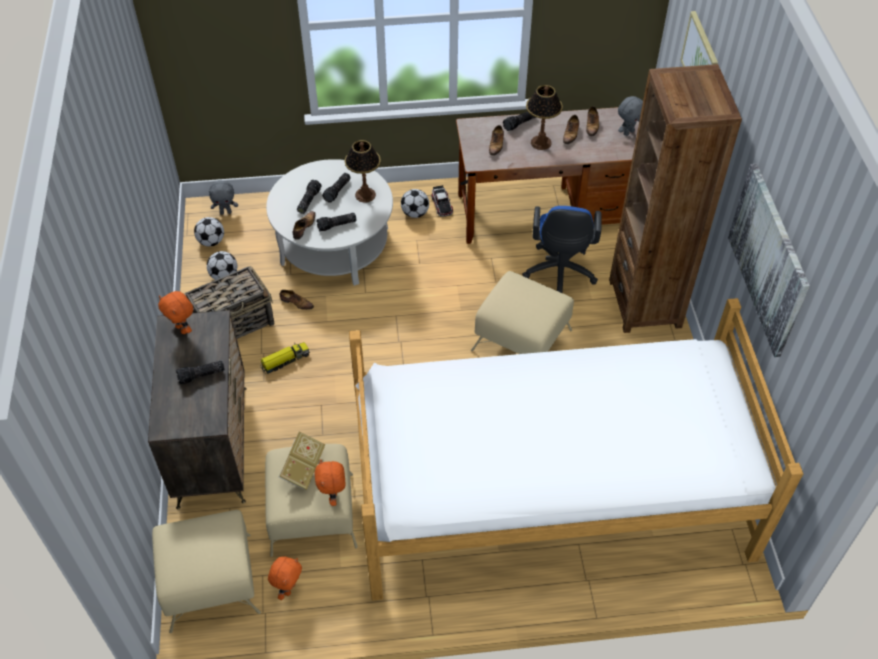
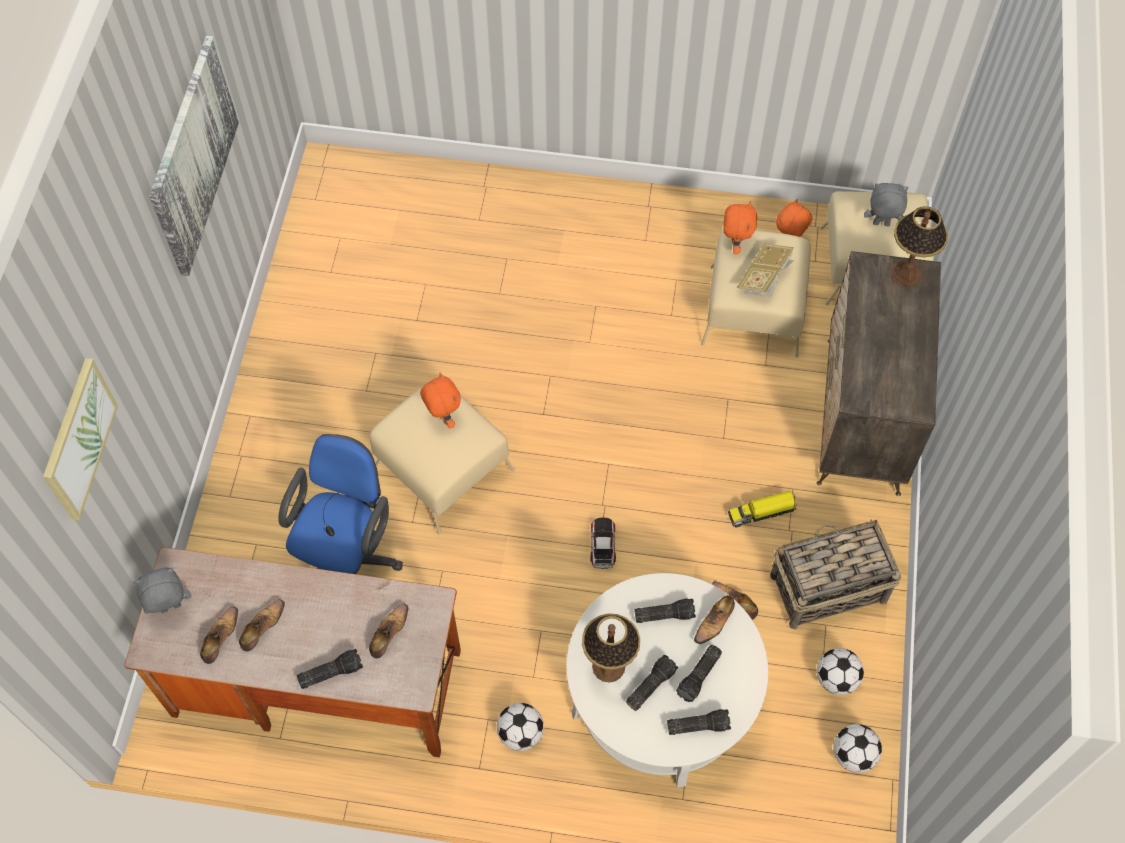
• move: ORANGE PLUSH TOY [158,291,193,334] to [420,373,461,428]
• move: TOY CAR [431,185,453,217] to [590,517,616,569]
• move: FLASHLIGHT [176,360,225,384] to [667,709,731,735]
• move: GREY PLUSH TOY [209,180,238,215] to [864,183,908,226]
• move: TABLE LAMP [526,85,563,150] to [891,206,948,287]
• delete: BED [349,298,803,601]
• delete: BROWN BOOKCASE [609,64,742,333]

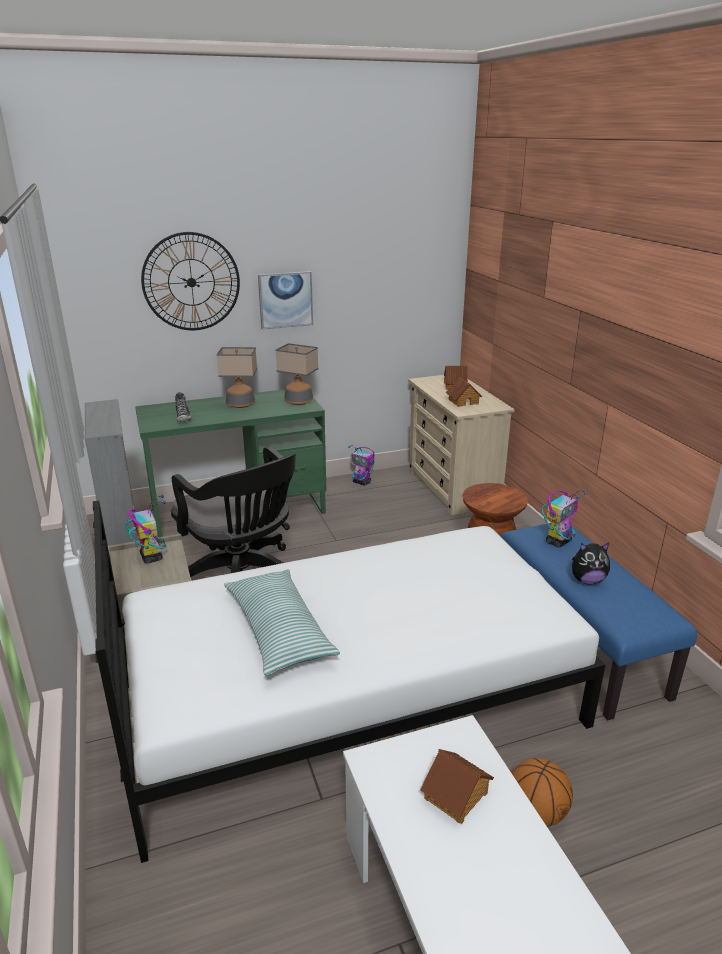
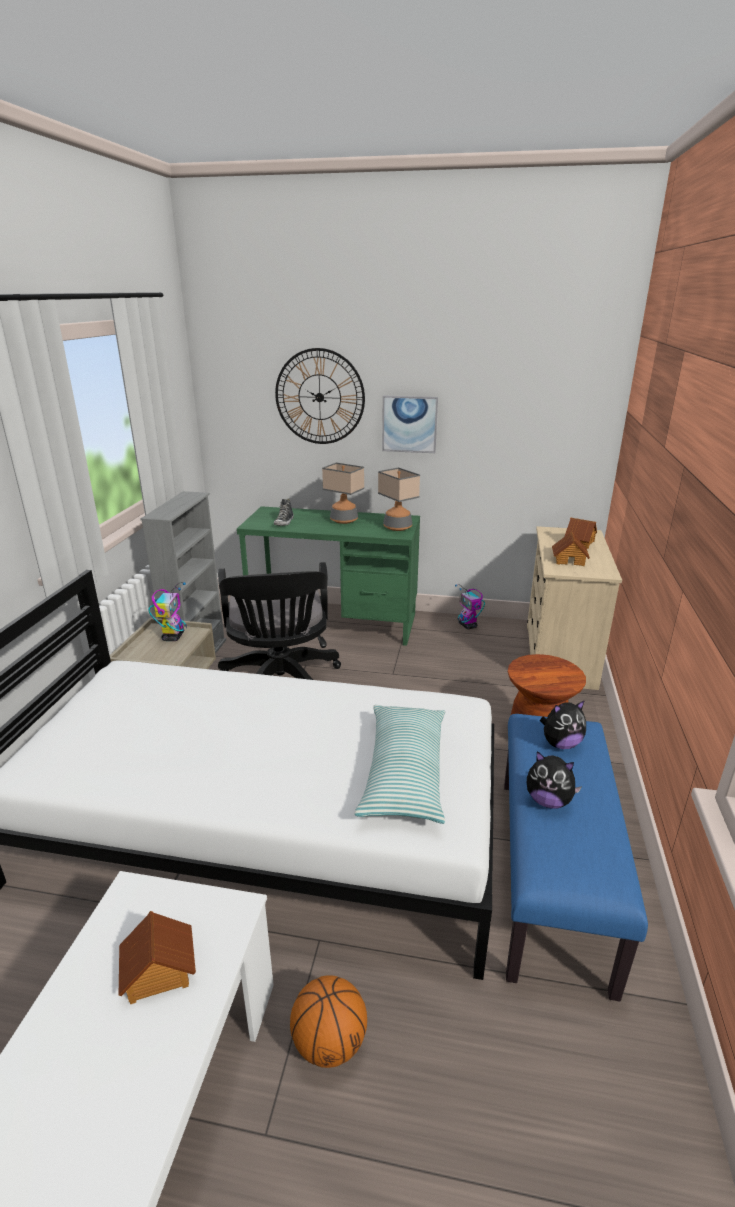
• move: PILLOW [224,569,340,675] to [355,705,445,824]
• replace: TOY ROBOT [542,491,587,547] to PLUSH TOY [540,700,586,749]

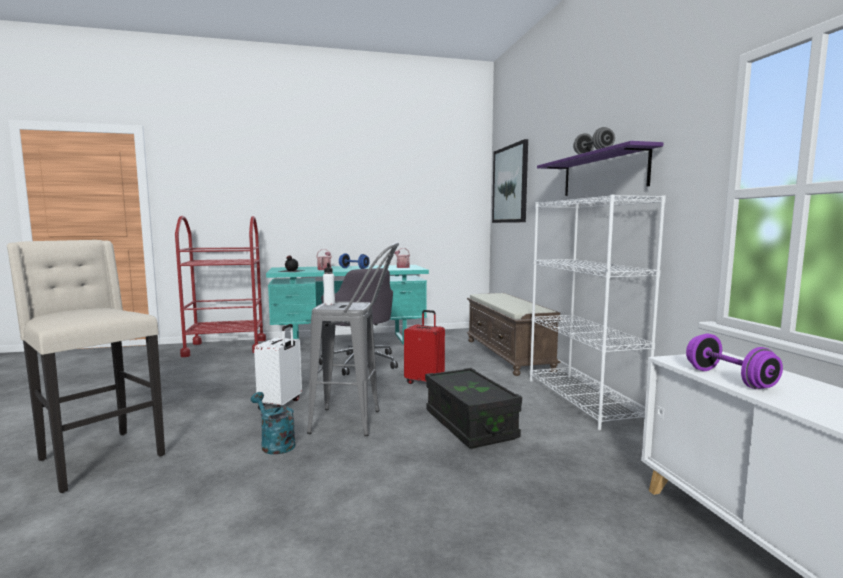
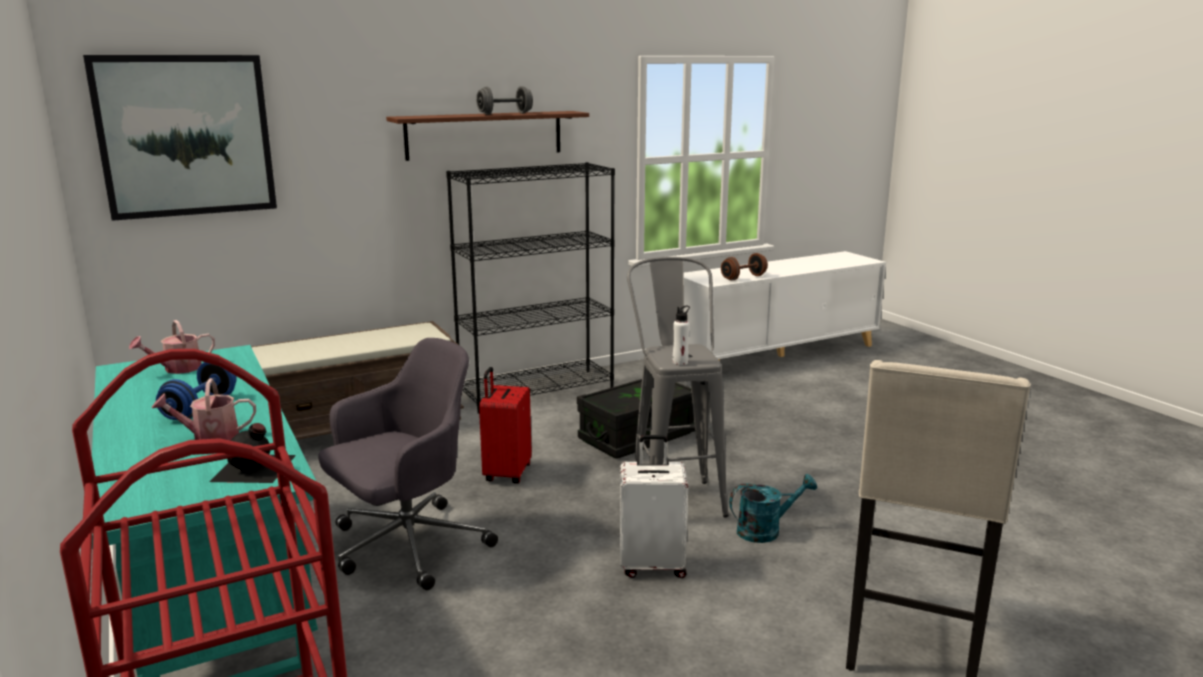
• recolor: PURPLE SHELF [537,141,663,196] to BROWN SHELF [386,111,589,161]
• recolor: WHITE BOOKCASE [530,195,666,430] to BLACK BOOKCASE [446,162,615,414]
• recolor: PURPLE DUMBBELL [686,334,783,389] to BROWN DUMBBELL [721,253,768,281]
• rotate: TURQUOISE WATERING CAN [251,392,296,454] = [729,474,817,543] 135 degrees counterclockwise

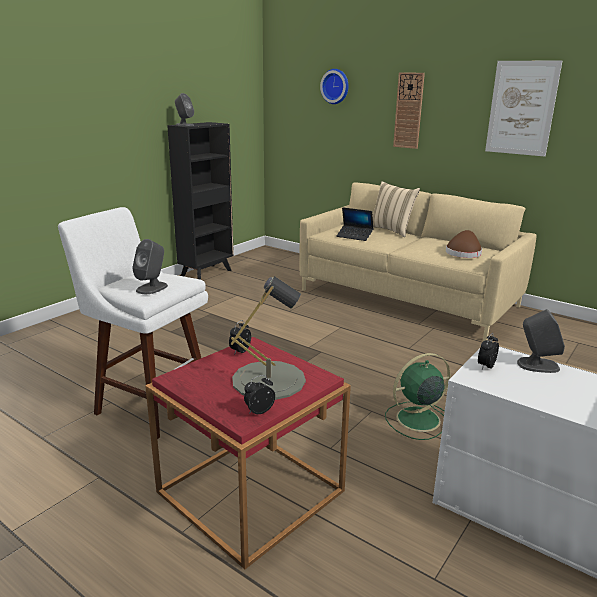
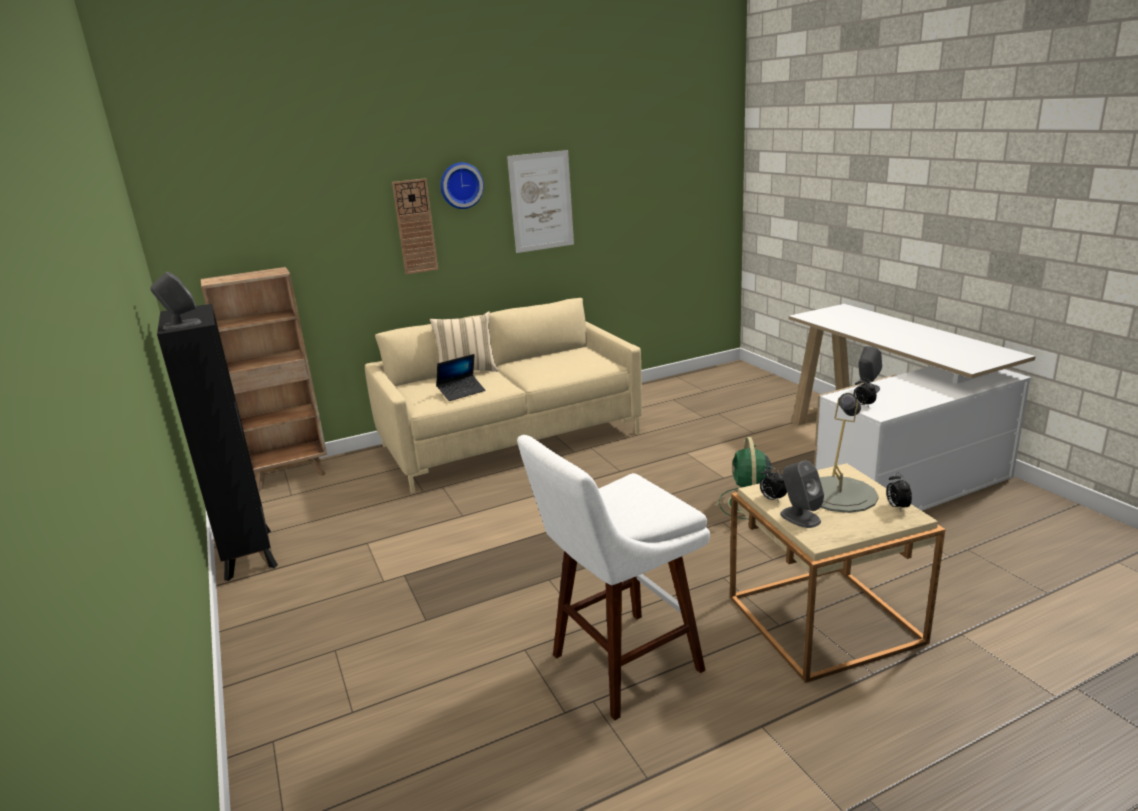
• insert: BROWN BOOKCASE [201,267,327,491]
• move: WALL CLOCK [320,69,349,104] to [440,162,484,209]
• recolor: RED SIDE TABLE [145,337,351,569] to BEIGE SIDE TABLE [730,463,945,683]
• move: GREY SPEAKER [132,239,168,294] to [780,461,824,528]
• delete: BROWN HAT [446,230,482,258]

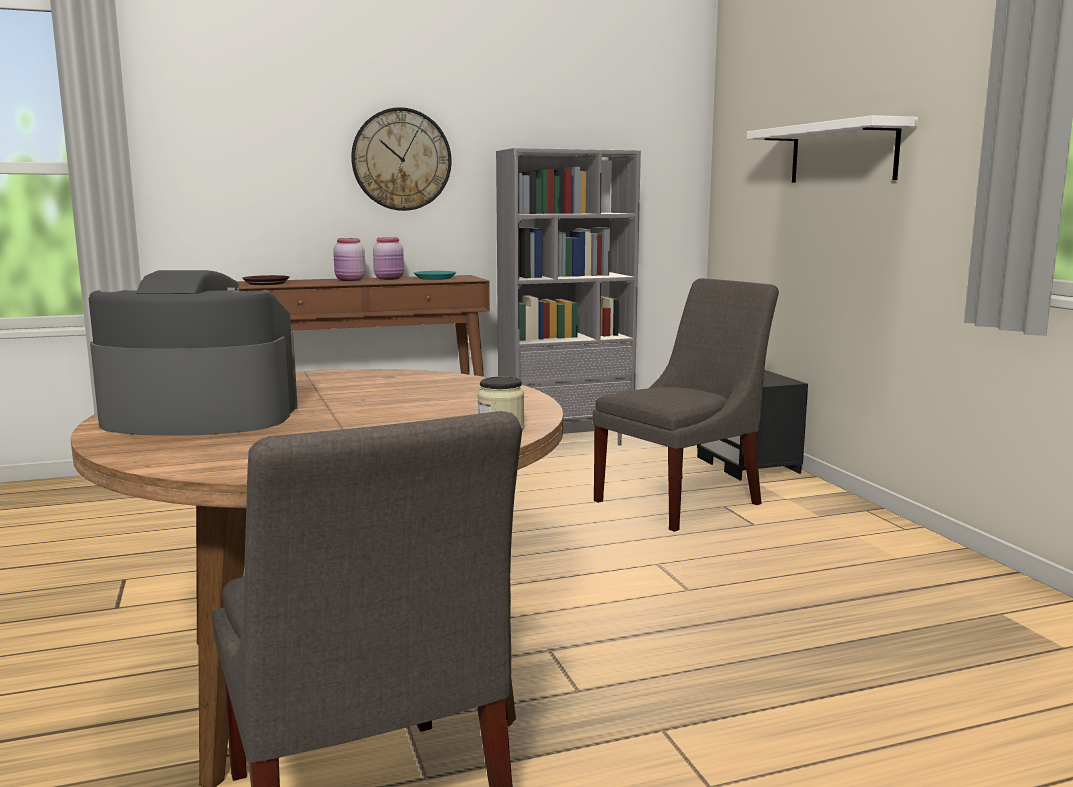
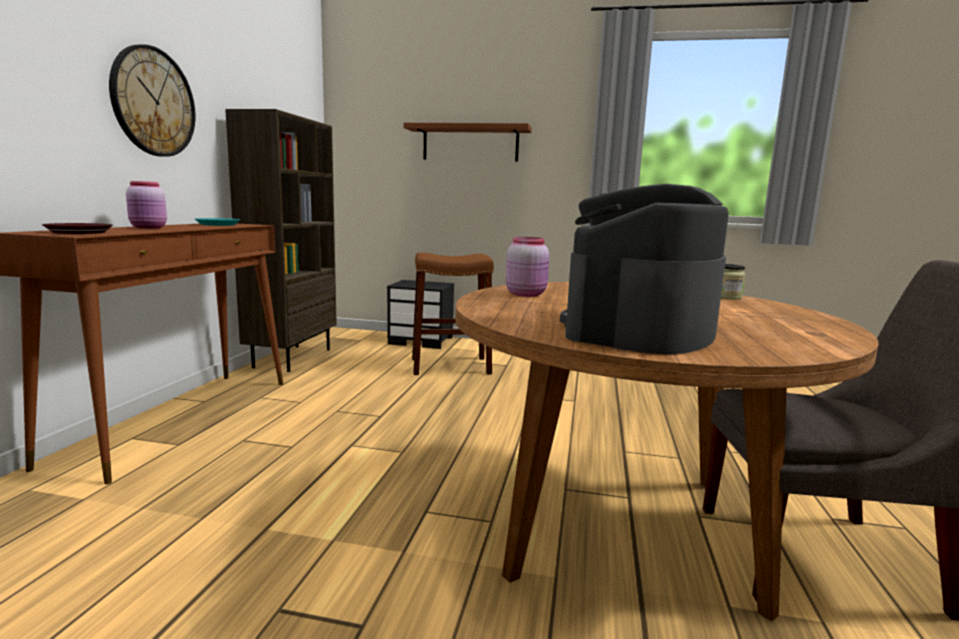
• recolor: GREY BOOKCASE [496,148,641,446] to BROWN BOOKCASE [225,109,337,372]
• recolor: WHITE SHELF [747,115,918,183] to BROWN SHELF [403,123,532,161]
• replace: GREY CHAIR [593,278,779,532] to BROWN STOOL [412,252,494,375]
• move: PINK JAR [373,237,404,280] to [506,237,549,297]

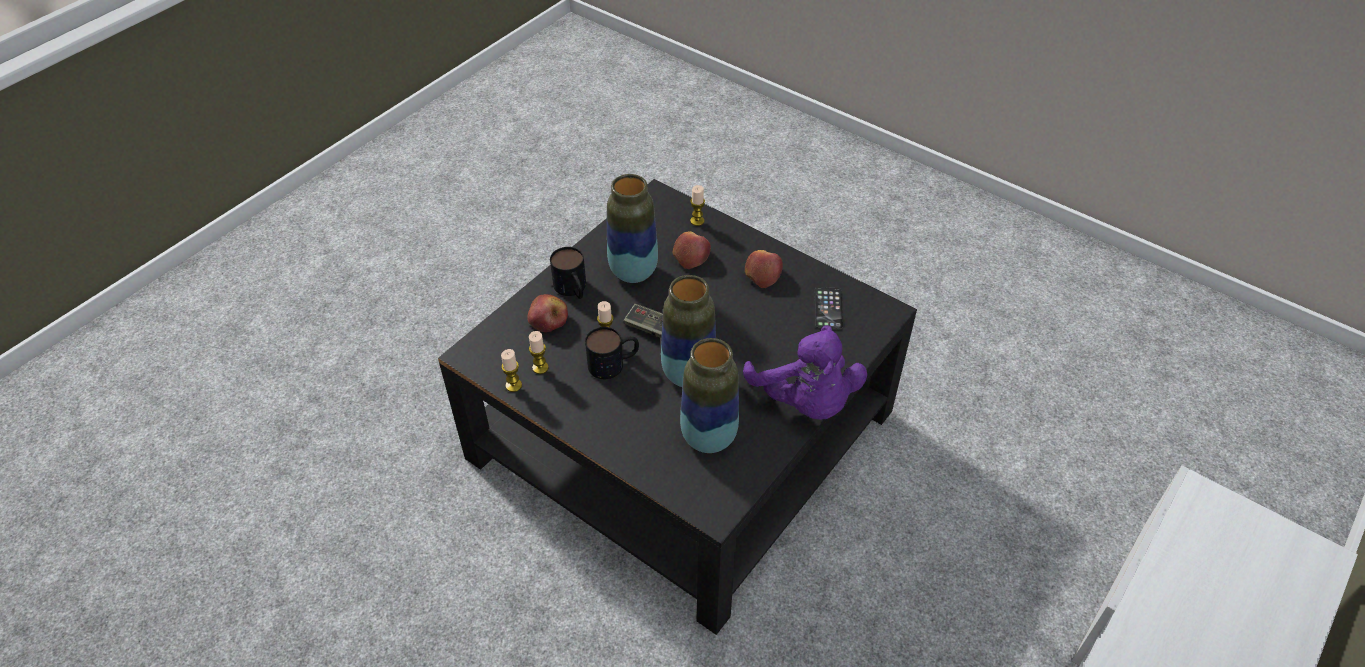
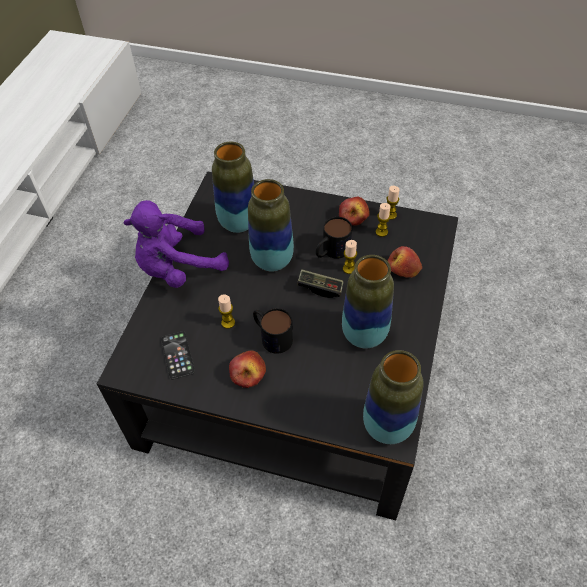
• rotate: PURPLE PLUSH TOY [743,325,867,420] = [124,200,229,288] 75 degrees counterclockwise
• move: CANDLE [690,185,705,226] to [218,294,235,329]
• move: MUG [550,247,586,299] to [253,308,293,354]
• move: APPLE [673,231,711,269] to [339,197,370,226]
• insert: VASE [363,350,423,444]

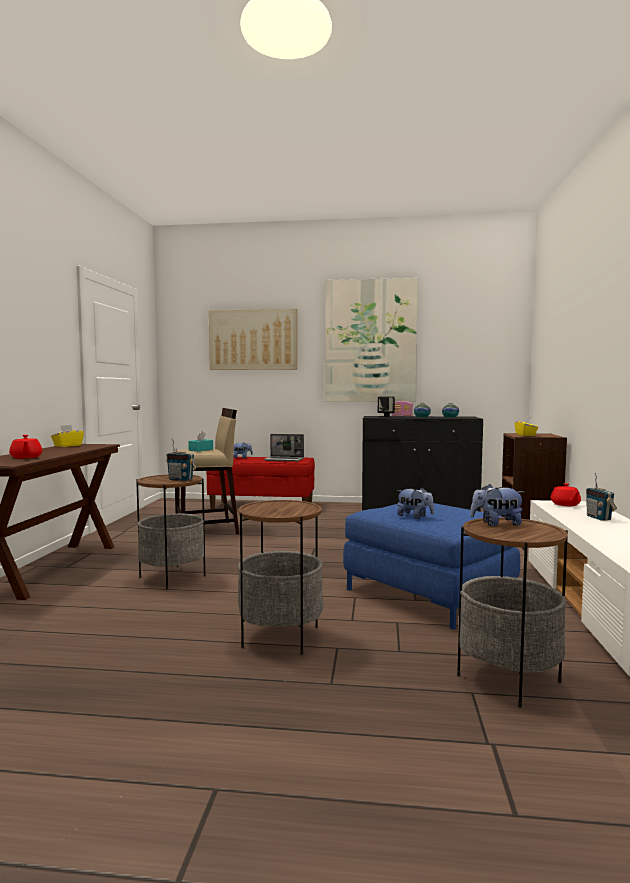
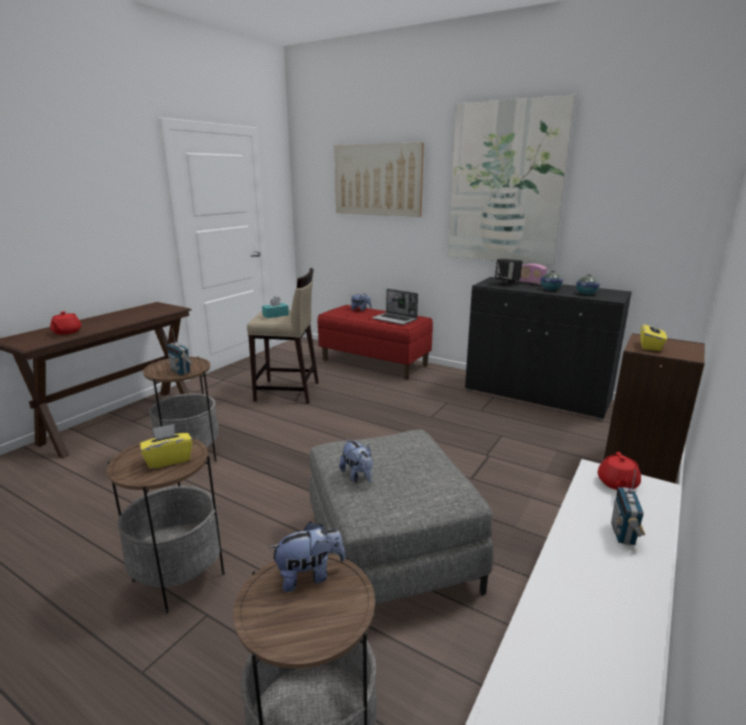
• move: YELLOW TISSUE BOX [51,425,84,447] to [140,424,192,469]
• rotate: PLUSH TOY [470,484,524,526] = [269,521,345,592] 135 degrees clockwise
• recolor: BLUE OTTOMAN [343,503,520,630] to GREY OTTOMAN [309,430,493,604]

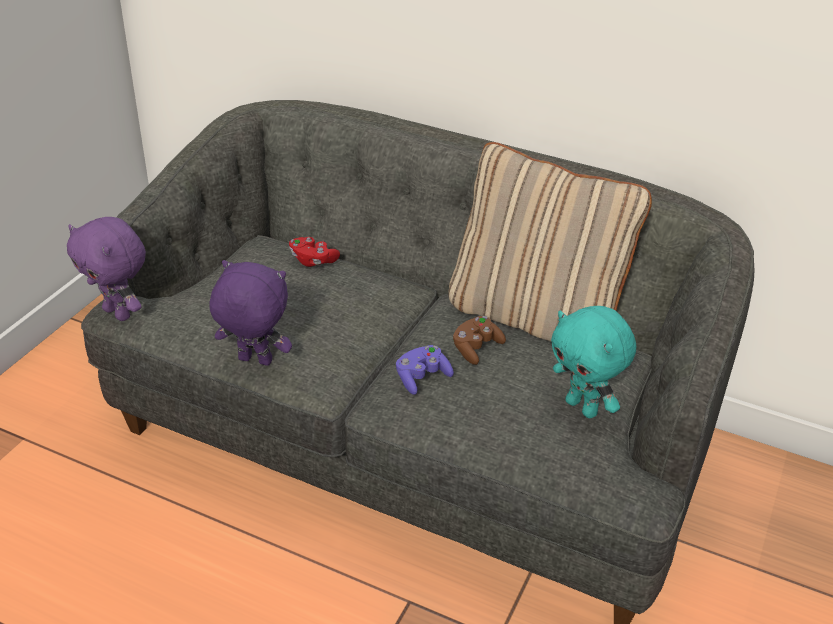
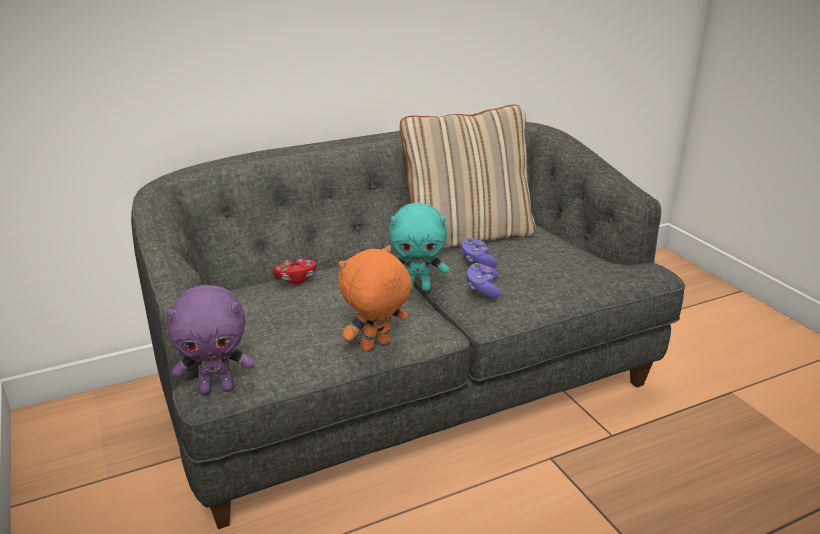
• recolor: PURPLE PLUSH TOY [209,260,292,366] to ORANGE PLUSH TOY [338,245,412,352]
• move: TURQUOISE PLUSH TOY [551,306,636,418] to [388,203,450,291]
• recolor: BROWN GAME CONTROLLER [453,316,506,365] to PURPLE GAME CONTROLLER [461,238,497,268]

